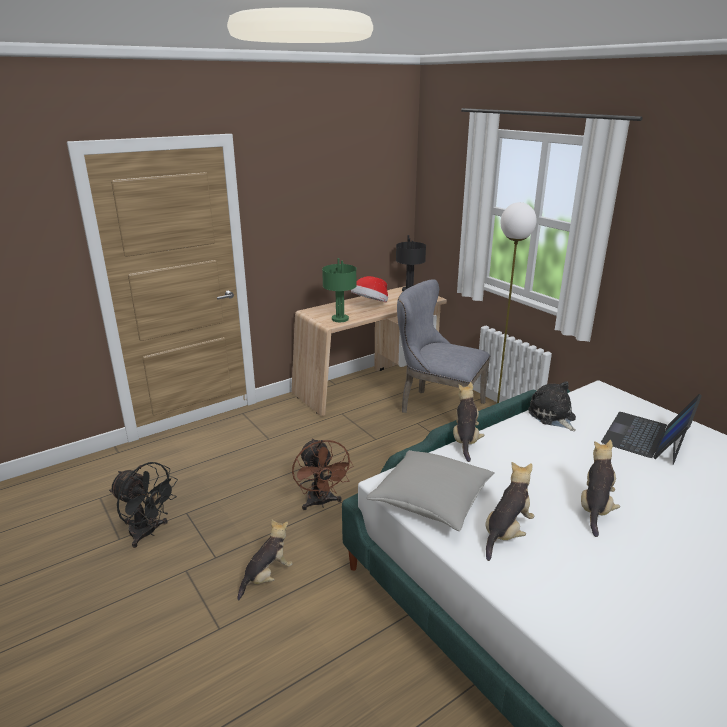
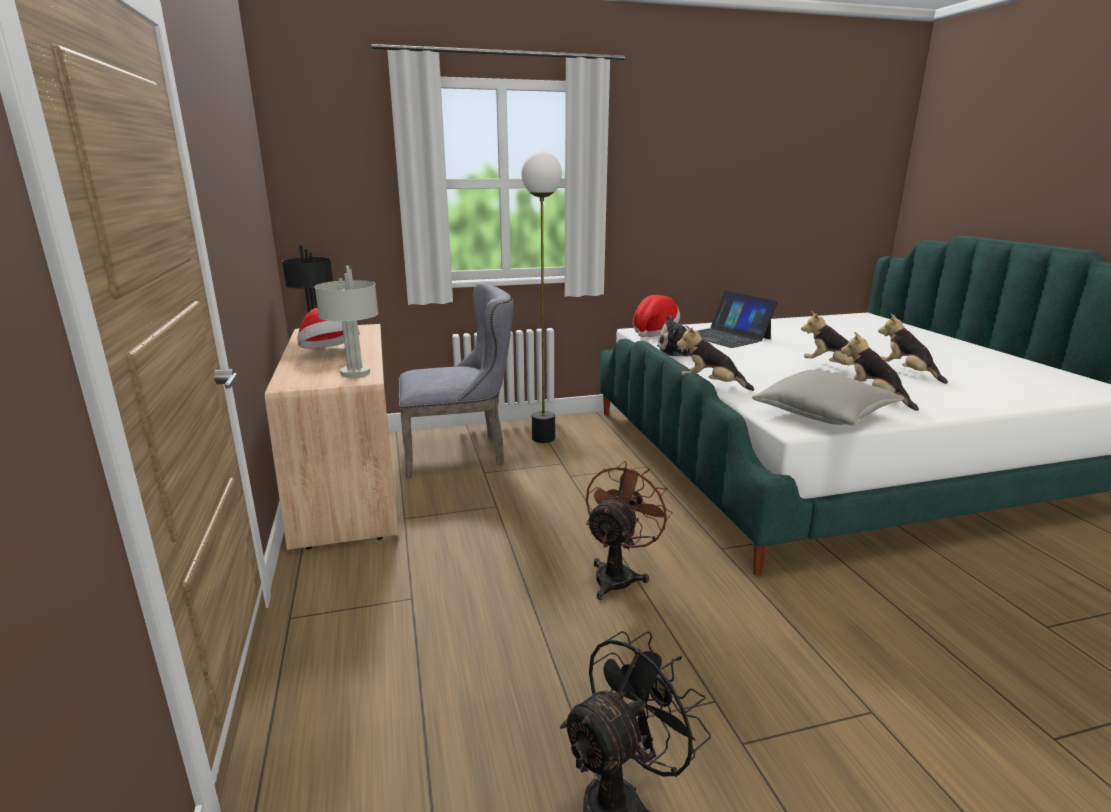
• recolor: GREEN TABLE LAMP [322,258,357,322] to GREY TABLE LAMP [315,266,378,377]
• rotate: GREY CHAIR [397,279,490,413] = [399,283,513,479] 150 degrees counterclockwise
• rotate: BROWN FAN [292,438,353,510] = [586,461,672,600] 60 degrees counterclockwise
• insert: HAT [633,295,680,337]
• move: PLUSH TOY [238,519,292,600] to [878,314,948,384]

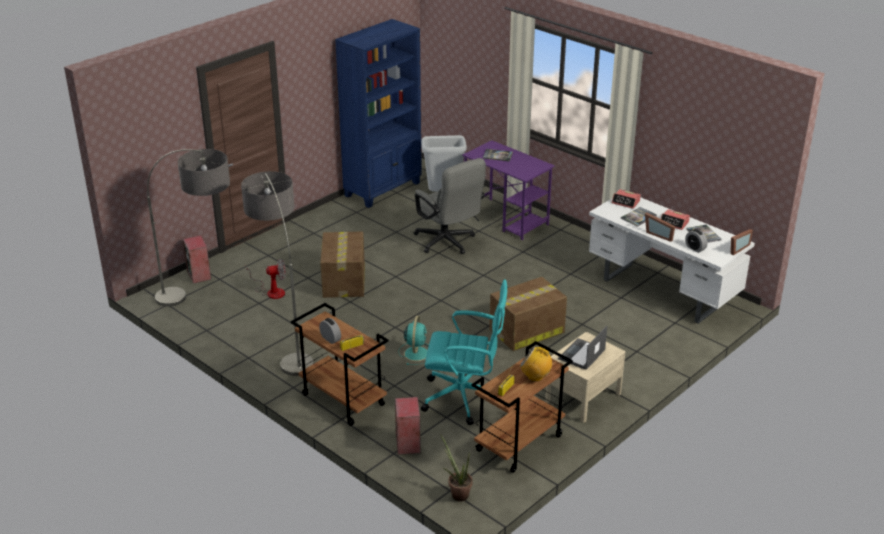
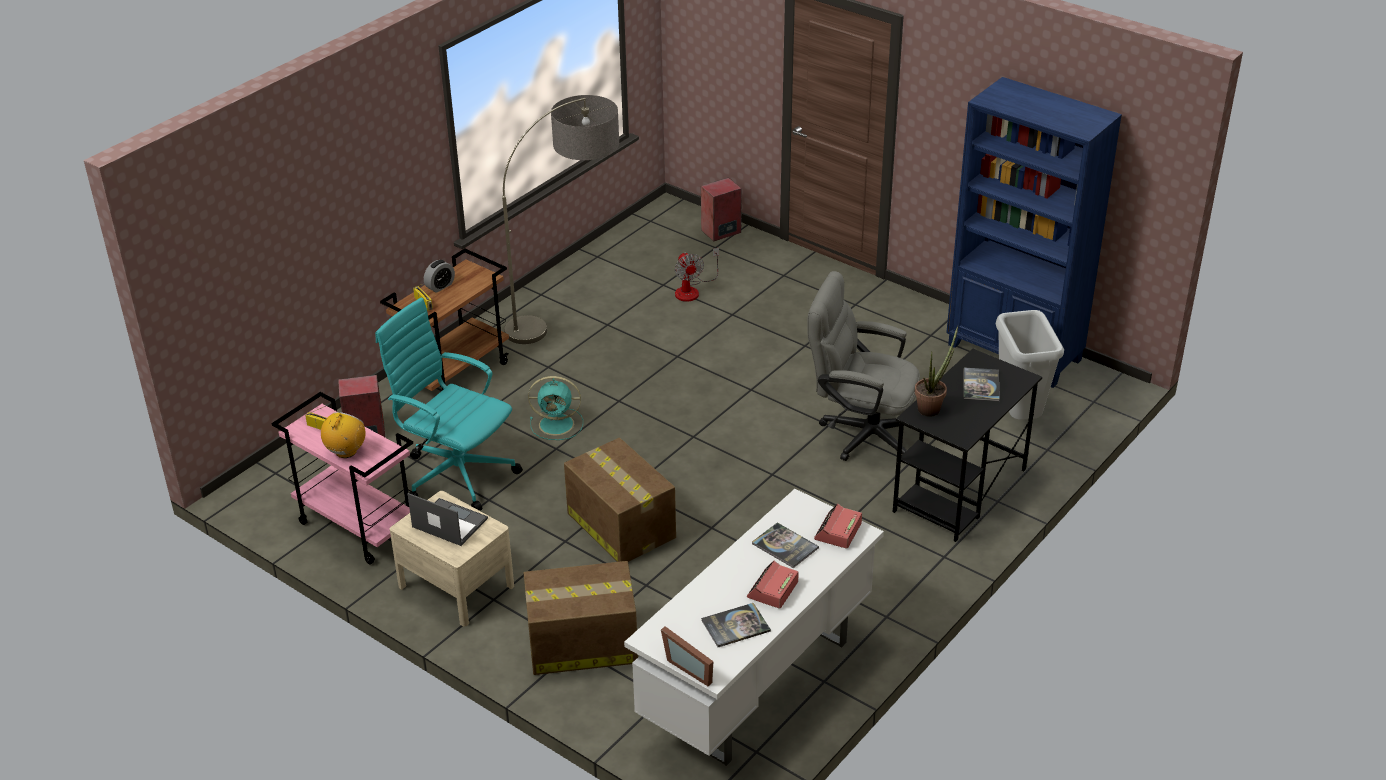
• recolor: BROWN CART [472,341,573,473] to PINK CART [272,392,414,565]
• rotate: TURQUOISE OFFICE CHAIR [421,279,507,425] = [375,298,523,511] 120 degrees clockwise
• move: CARDBOARD BOX [320,231,365,298] to [524,561,638,675]
• rotate: GREY OFFICE CHAIR [414,158,486,254] = [808,271,920,461] 60 degrees clockwise
• recolor: PURPLE DESK [462,140,554,240] to BLACK DESK [893,349,1042,542]
• move: POTTED PLANT [440,434,473,501] to [915,326,958,417]
• delete: FLOOR LAMP [147,149,230,307]
• delete: PICTURE FRAME [645,213,675,242]
• delete: ALARM CLOCK [685,229,708,253]

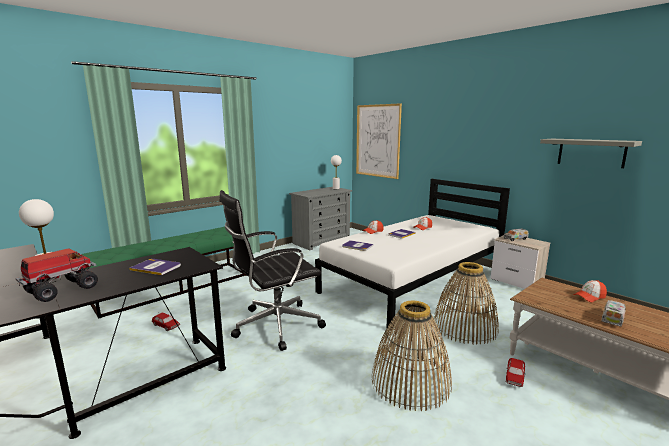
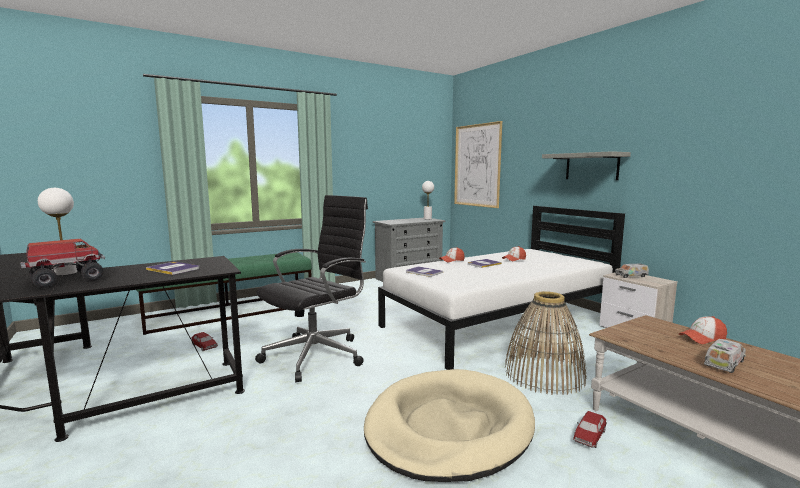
• rotate: BLACK OFFICE CHAIR [220,190,326,351] = [255,195,368,382] 150 degrees clockwise
• replace: BASKET [371,300,452,411] to BEIGE DOG BED [364,369,535,482]
• move: GREY SHELF [540,139,642,168] to [542,151,631,180]

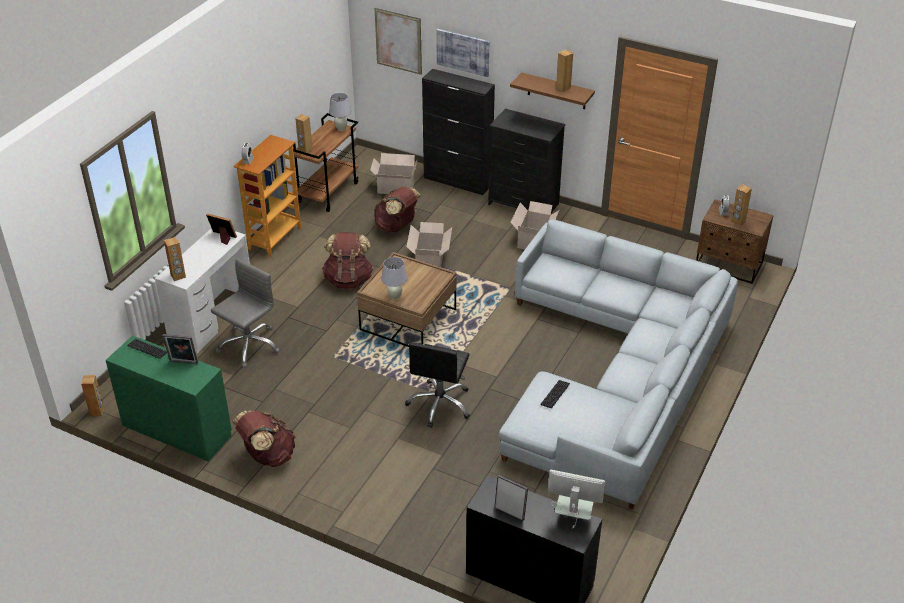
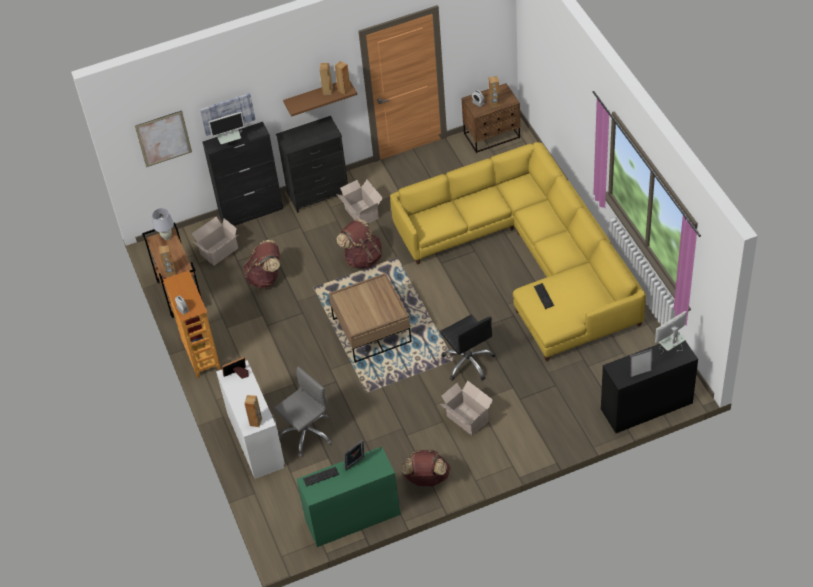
• insert: MONITOR [208,112,245,144]
• rotate: GREY OFFICE CHAIR [211,258,280,368] = [274,366,332,457] 60 degrees clockwise
• move: BROWN SPEAKER [81,375,104,416] to [335,61,351,95]
• move: BROWN BACKPACK [322,233,373,289] to [336,219,382,269]
• recolor: GREY SOFA [499,219,738,510] to YELLOW SOFA [390,142,646,361]
• move: CARDBOARD BOX [406,222,452,267] to [440,381,493,436]
• delete: WHITE TABLE LAMP [382,257,407,300]

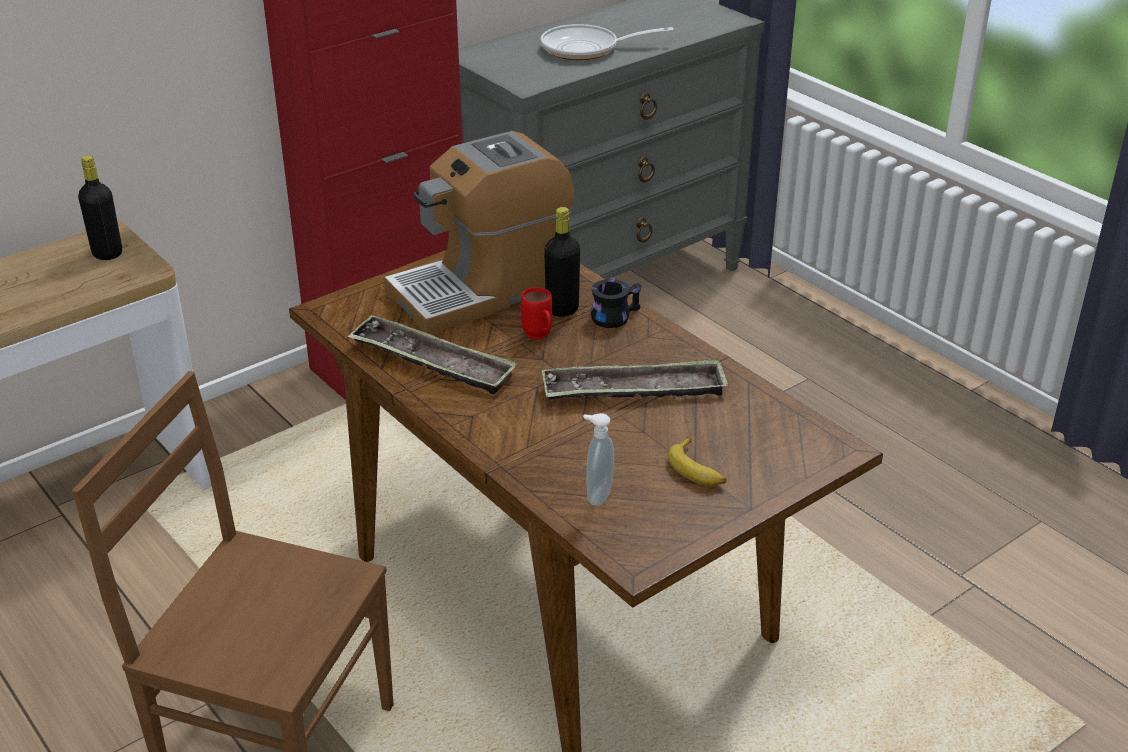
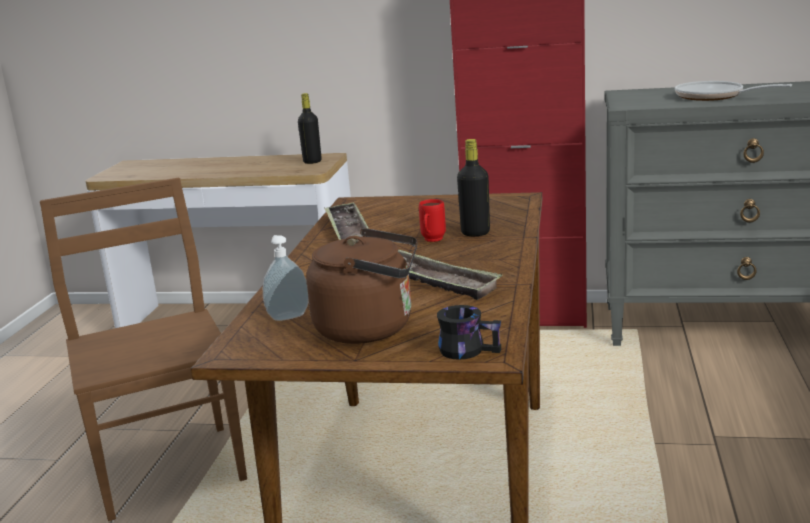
• replace: BANANA [668,437,726,486] to BROWN KETTLE [306,228,418,344]
• move: BLACK MUG [591,279,642,328] to [437,305,501,360]
• delete: COFFEE MACHINE [384,131,574,334]

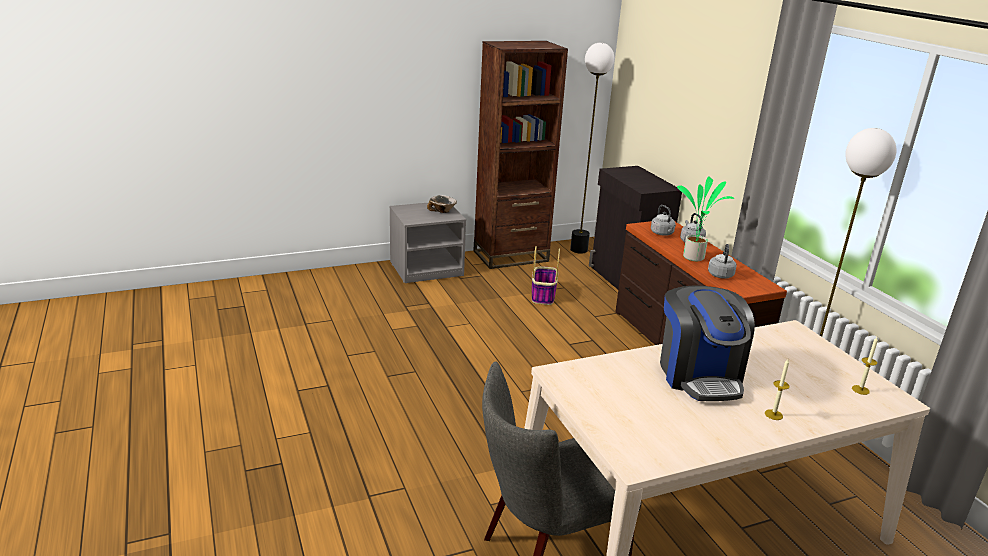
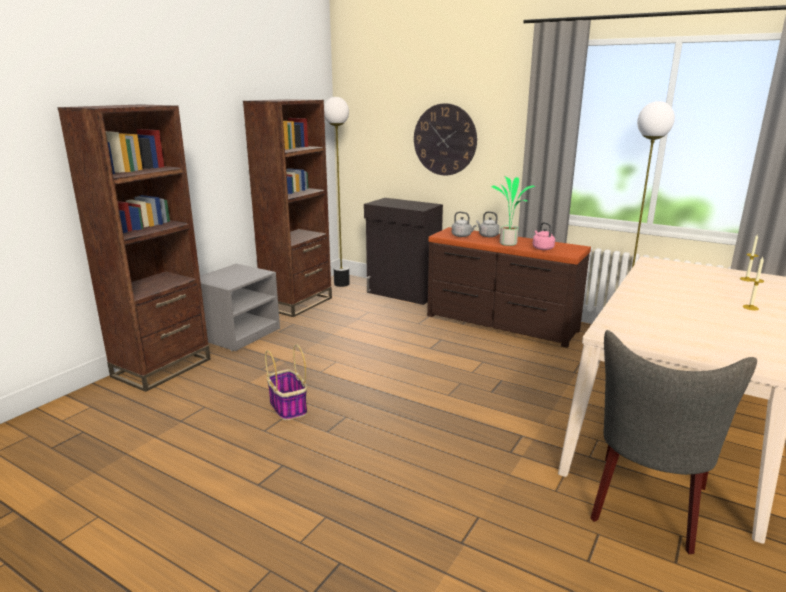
• insert: BROWN BOOKCASE [58,104,210,392]
• move: BASKET [532,246,560,305] to [265,344,307,421]
• insert: WALL CLOCK [414,103,477,175]
• recolor: GREY KETTLE [708,244,737,279] to PINK KETTLE [532,222,555,250]
• delete: BOWL [427,195,457,213]
• delete: COFFEE MACHINE [660,285,755,401]

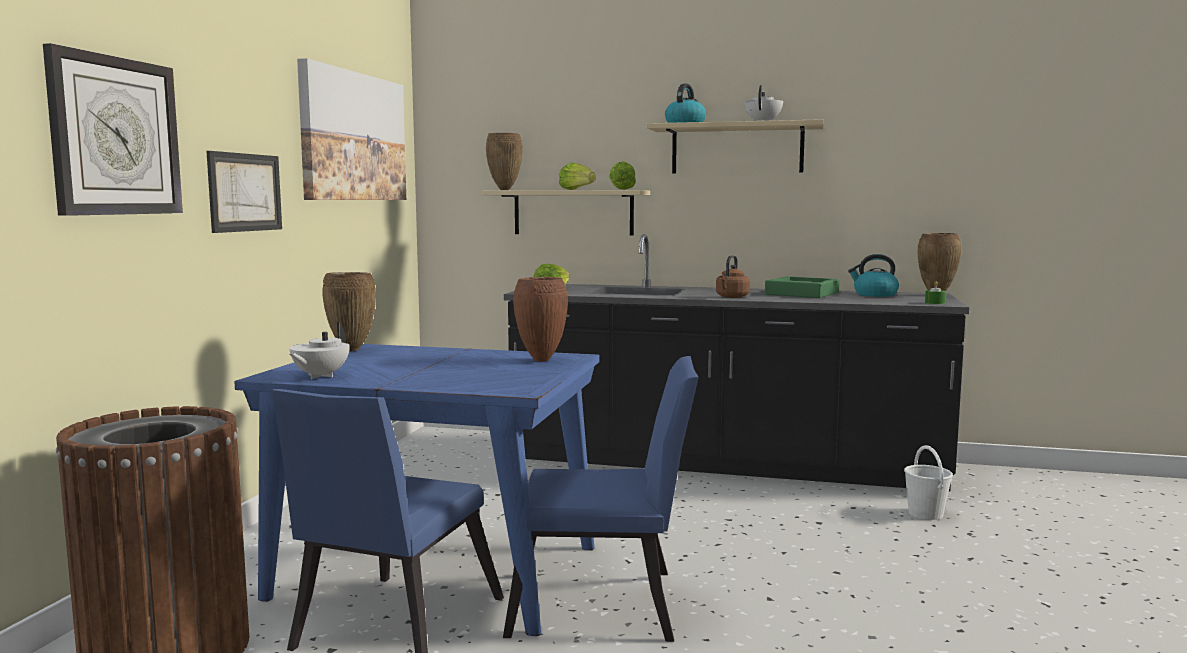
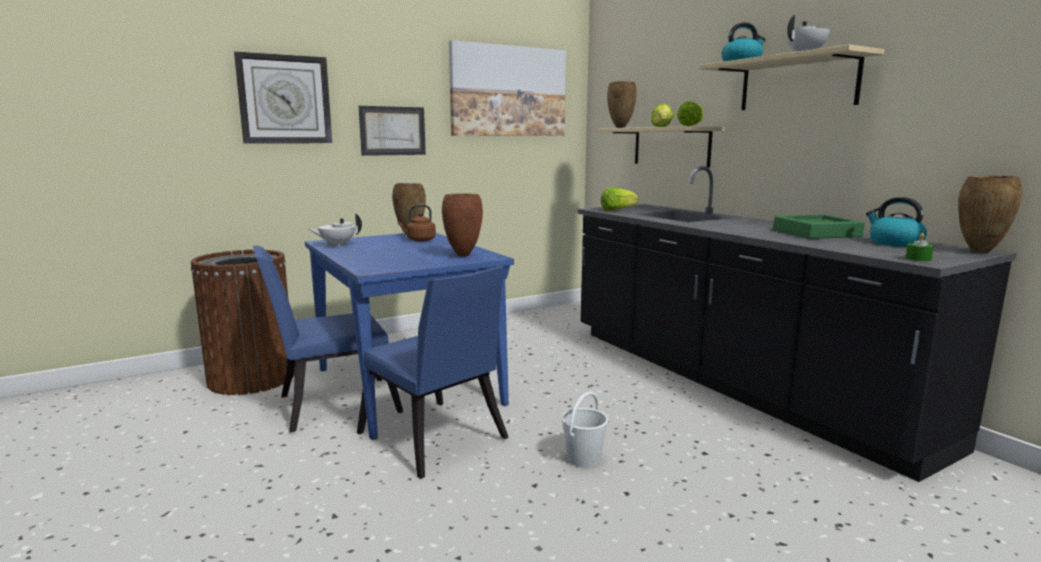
• move: BROWN KETTLE [716,255,750,298] to [398,205,436,242]
• move: WHITE BUCKET [904,445,953,520] to [561,392,608,468]

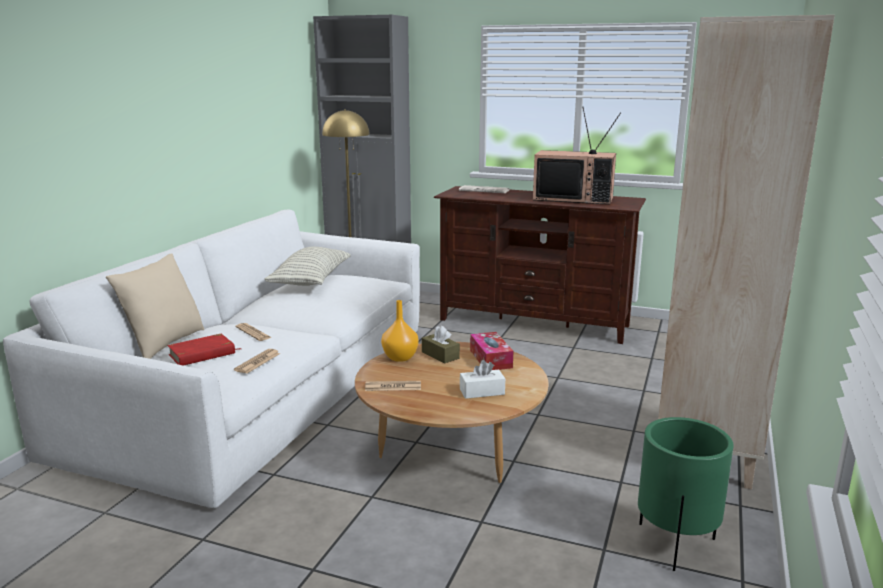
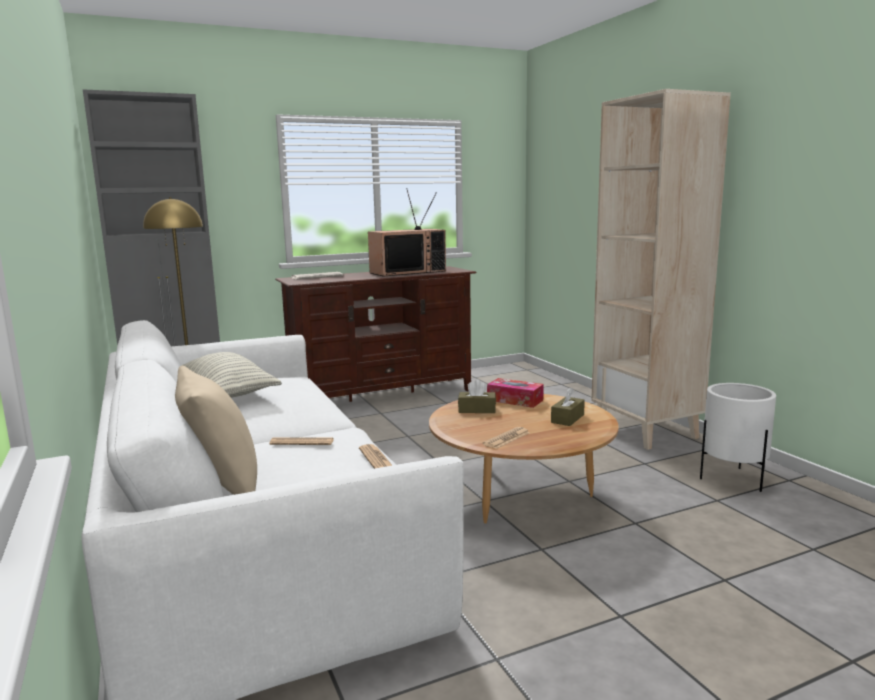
• recolor: WHITE TISSUE BOX [460,360,505,399] to BROWN TISSUE BOX [551,388,585,426]
• recolor: GREEN PLANTER [638,417,734,571] to WHITE PLANTER [700,383,776,492]
• delete: RED BOOK [167,334,241,366]
• delete: ORANGE VASE [381,300,419,362]

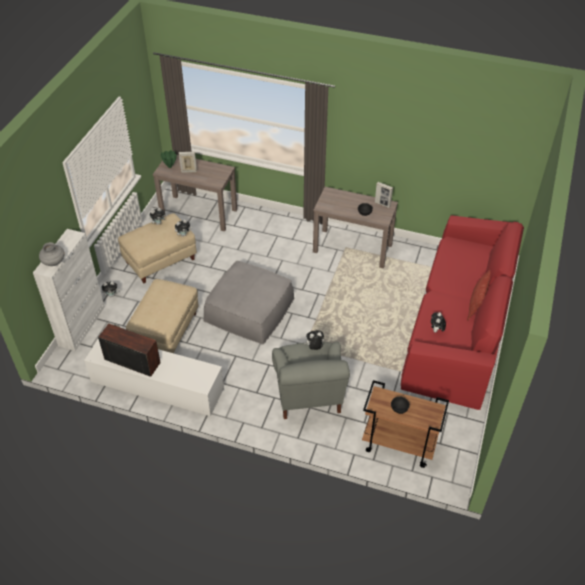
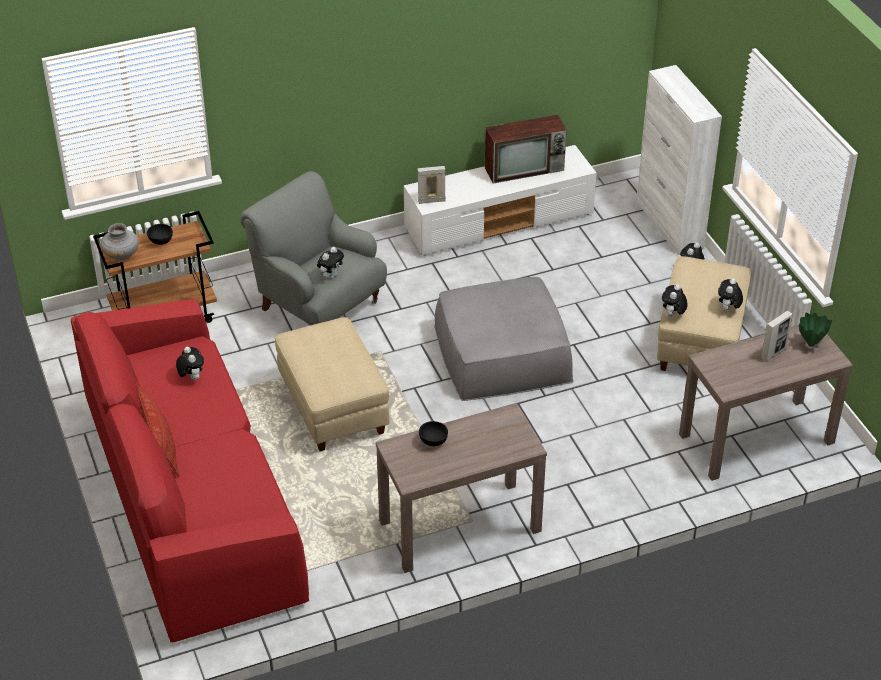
• move: GREY VASE [39,242,65,266] to [101,223,139,260]
• move: BEIGE OTTOMAN [126,279,199,353] to [275,317,390,451]
• move: PICTURE FRAME [375,182,393,208] to [418,166,445,204]

